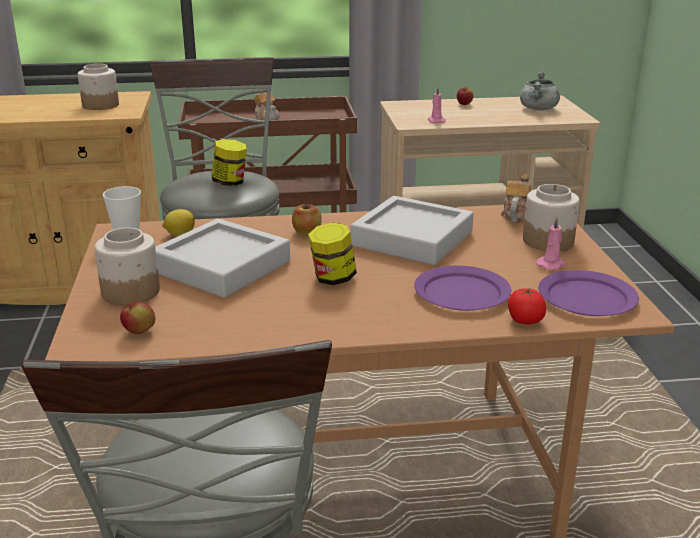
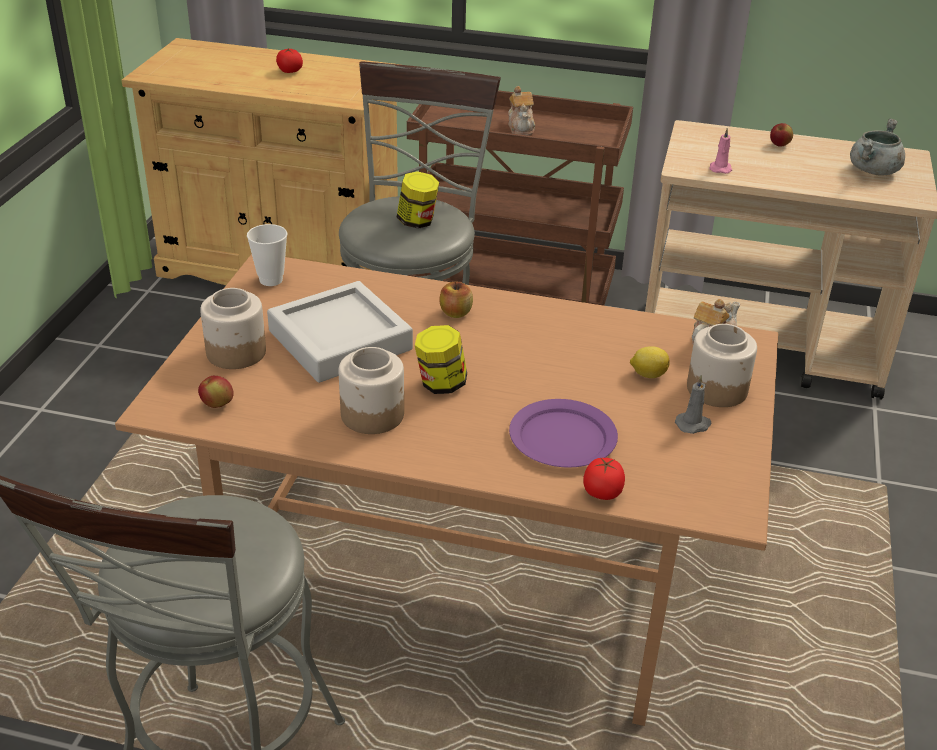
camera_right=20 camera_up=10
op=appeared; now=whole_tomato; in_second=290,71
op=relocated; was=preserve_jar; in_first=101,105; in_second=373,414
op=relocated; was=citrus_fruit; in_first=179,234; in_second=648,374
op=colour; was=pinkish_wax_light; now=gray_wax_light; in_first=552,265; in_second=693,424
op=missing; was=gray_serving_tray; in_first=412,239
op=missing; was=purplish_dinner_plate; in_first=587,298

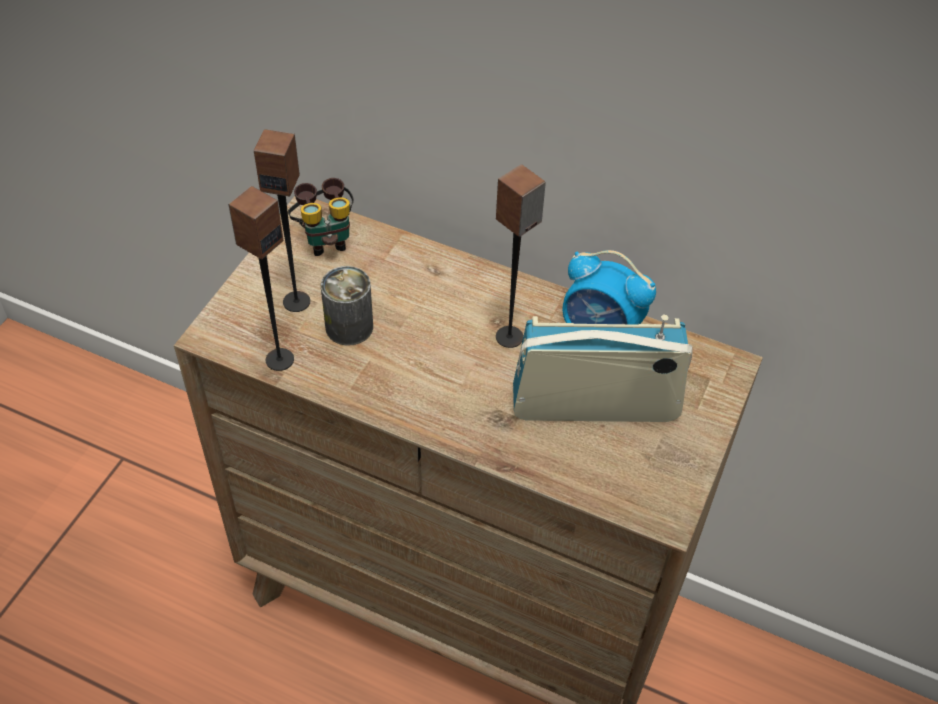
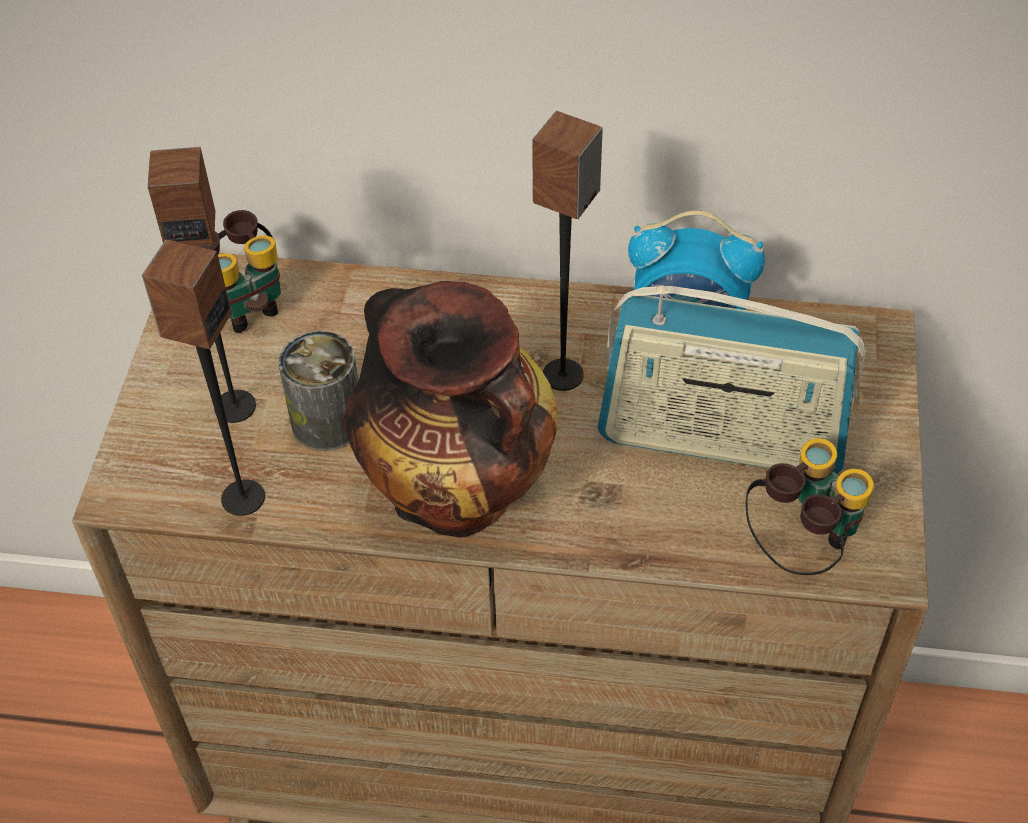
camera_right=-15 camera_up=0
op=appeared; now=vase; in_second=458,499
op=spun; was=radio_set; in_first=595,405; in_second=720,438; clockwise=-150
op=appeared; now=pair_of_binoculars; in_second=799,547

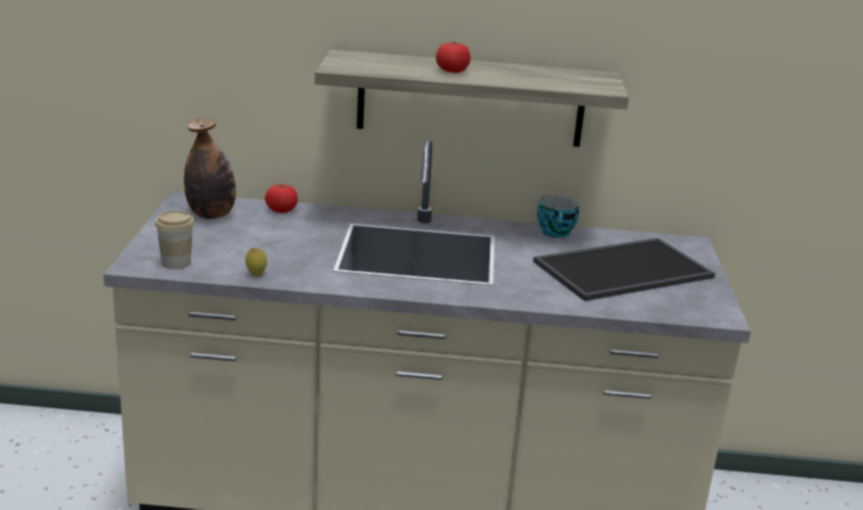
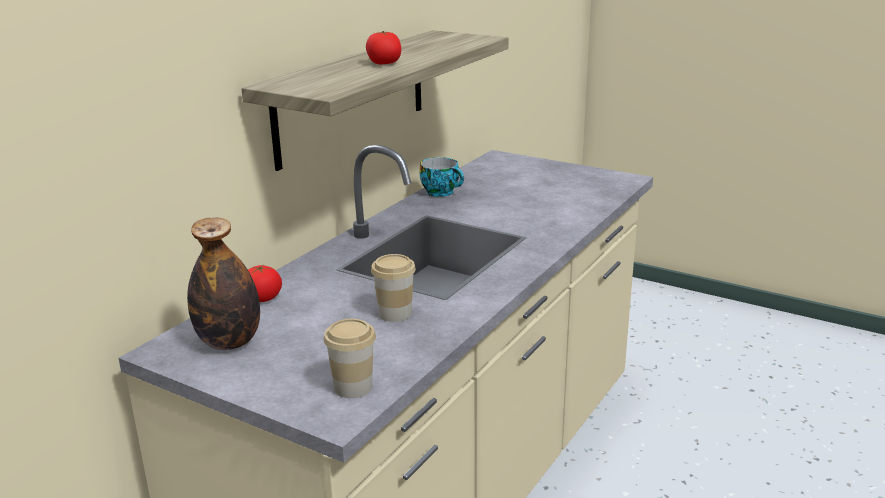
camera_right=-60 camera_up=0
op=appeared; now=cup; in_second=395,314
op=missing; was=citrus_fruit; in_first=256,274
op=missing; was=serving_tray; in_first=623,268

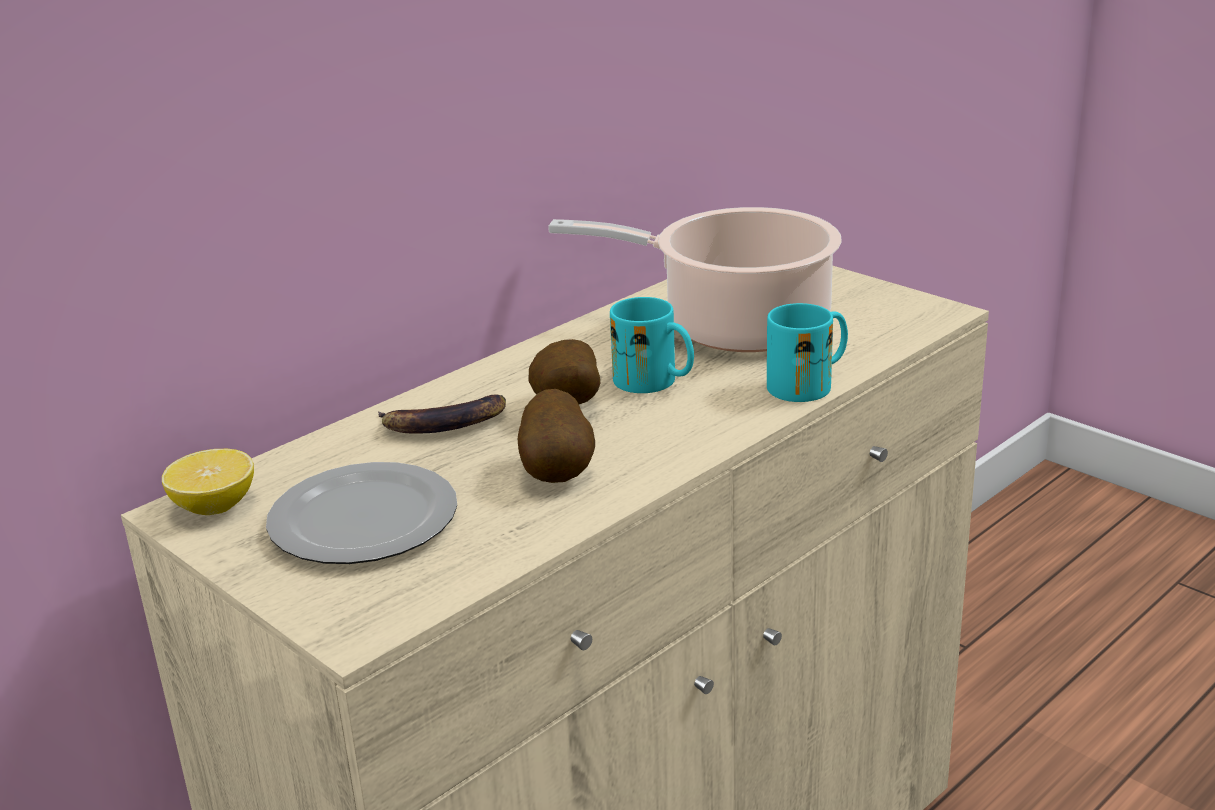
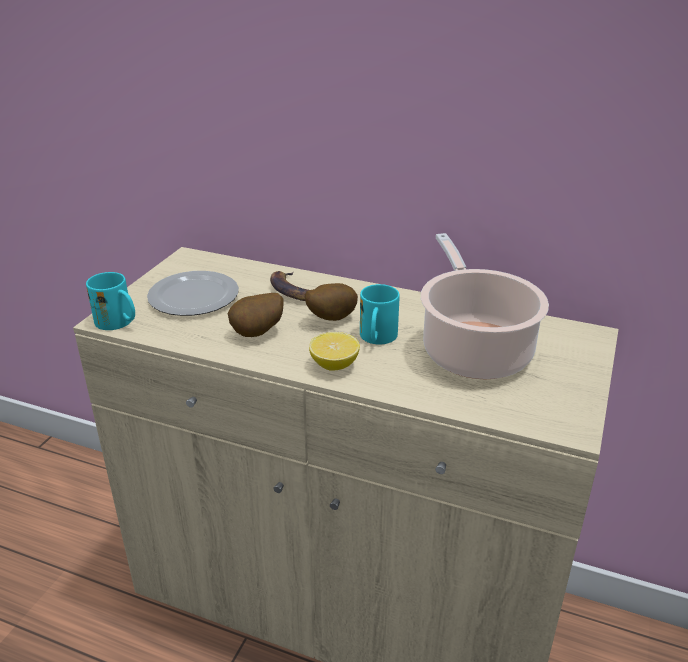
camera_right=65 camera_up=5
op=relocated; was=turquoise-coloured_coffee_mug; in_first=809,383; in_second=119,323
op=relocated; was=citrus_fruit; in_first=215,507; in_second=334,365

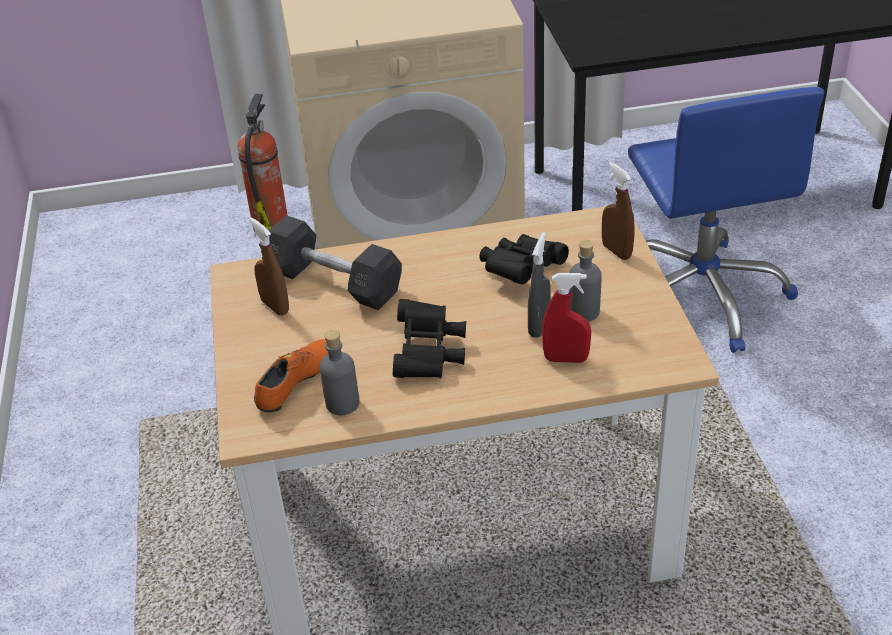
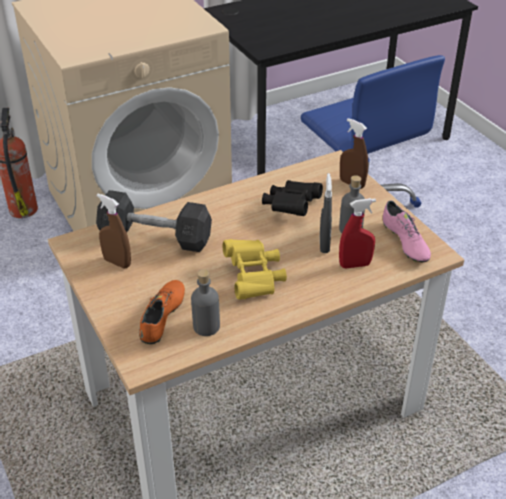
camera_right=-20 camera_up=0
op=colour; was=black-coloured_pair_of_binoculars; now=yellow-coloured_pair_of_binoculars; in_first=429,354; in_second=254,278
op=appeared; now=pinkish_low_shoe; in_second=405,243

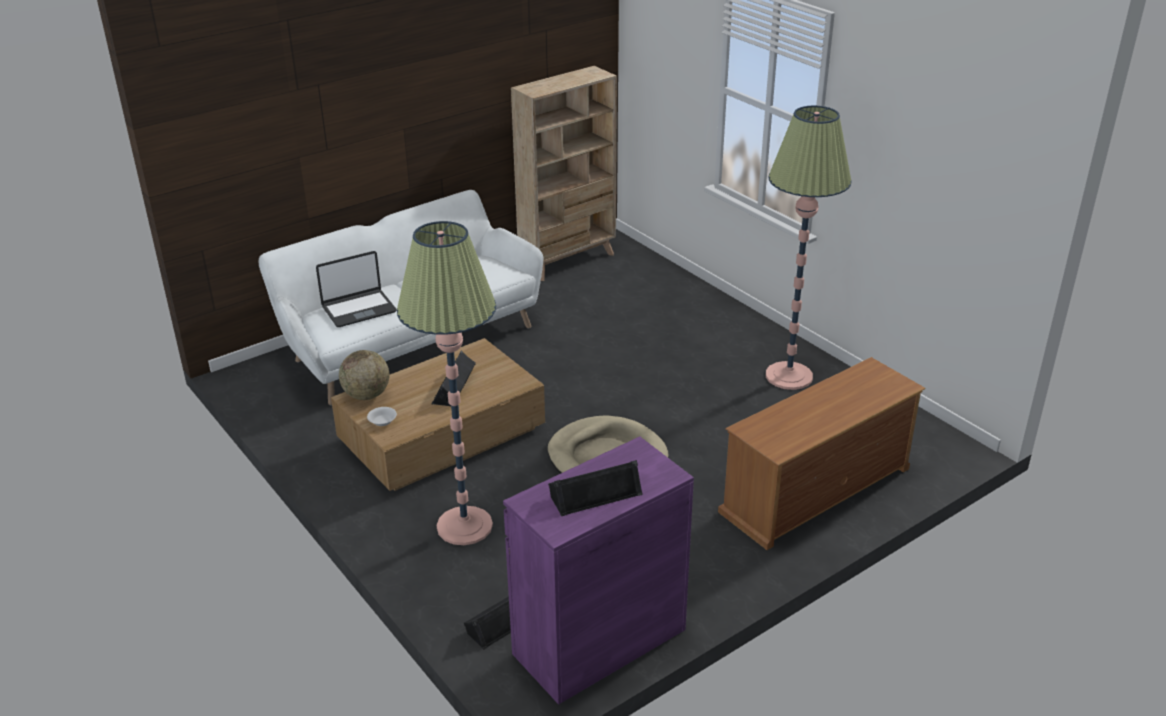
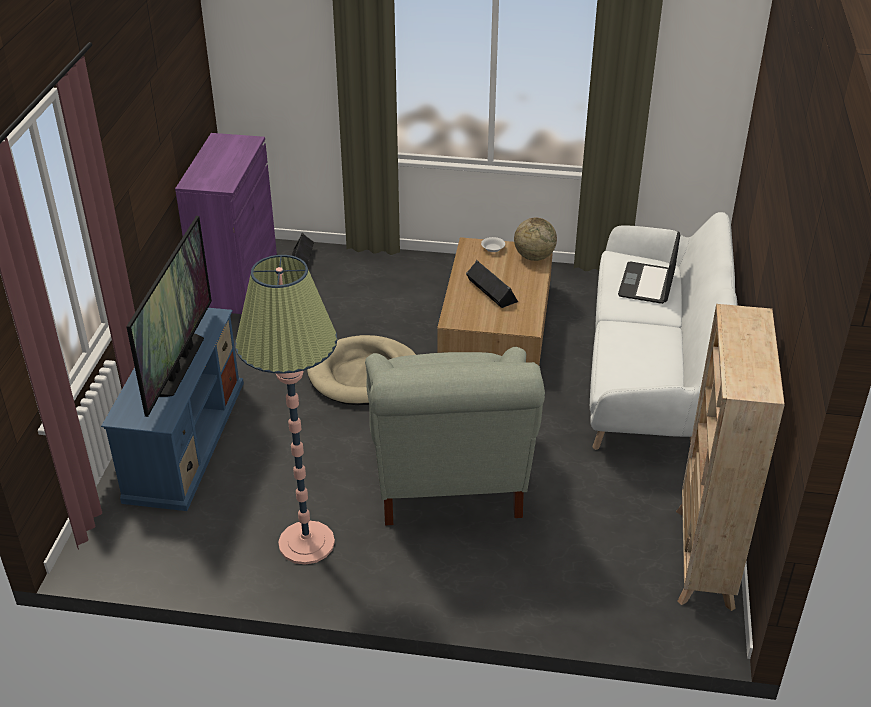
camera_right=135 camera_up=5
op=colour; was=brown_media_console; now=blue-coloured_media_console; in_first=815,491; in_second=185,438
op=appeared; now=television; in_second=179,365
op=appeared; now=gray_armchair; in_second=448,478
op=missing; was=standing_lamp; in_first=464,526
op=missing; was=black-coloured_loudspeaker; in_first=595,493

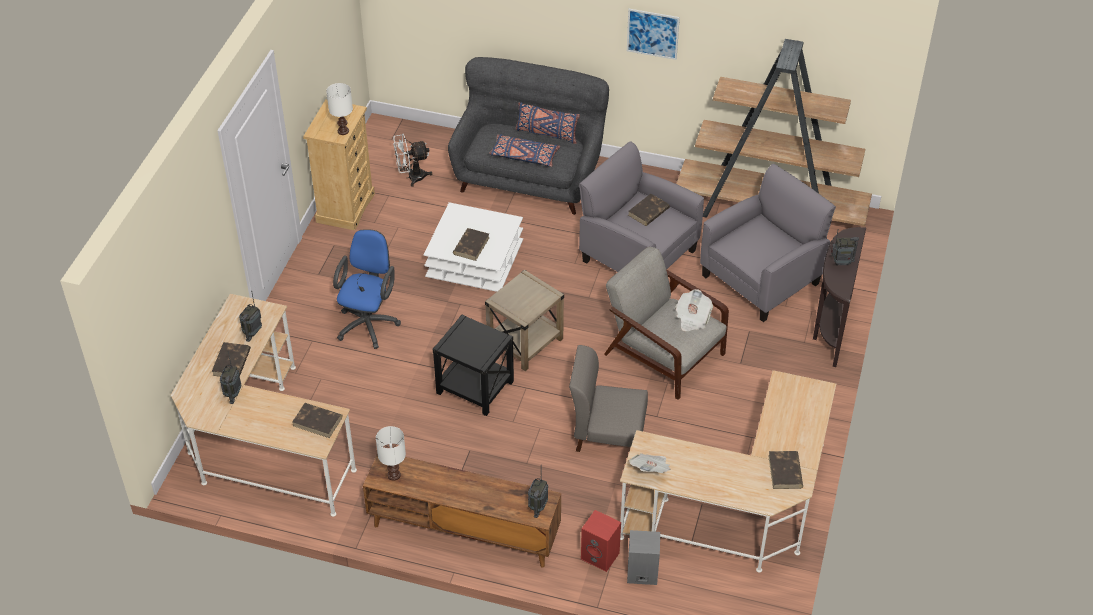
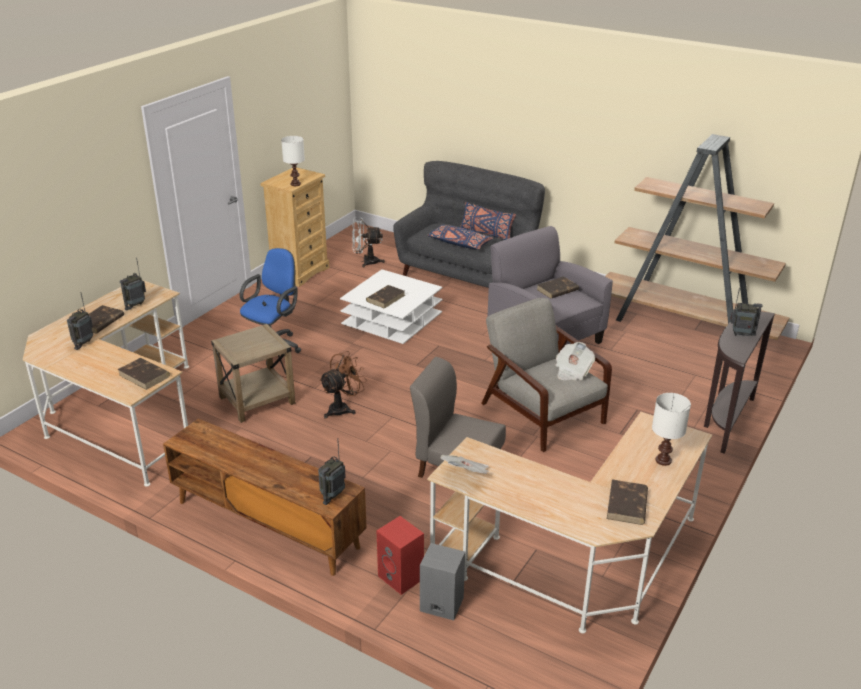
camera_right=15 camera_up=-15
op=relocated; was=sand-coloured_side_table; in_first=525,342; in_second=257,400
op=exchanged; was=black-coloured_side_table; now=brown_fan; in_first=474,387; in_second=343,408
op=relocated; was=white_lamp_for_a_table; in_first=394,475; in_second=664,461
op=missing; was=wall_picture; in_first=652,34
op=missing; was=gray_armchair; in_first=761,279

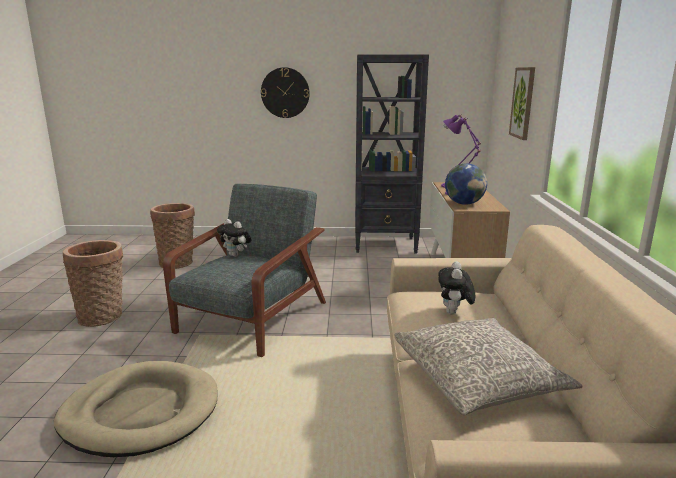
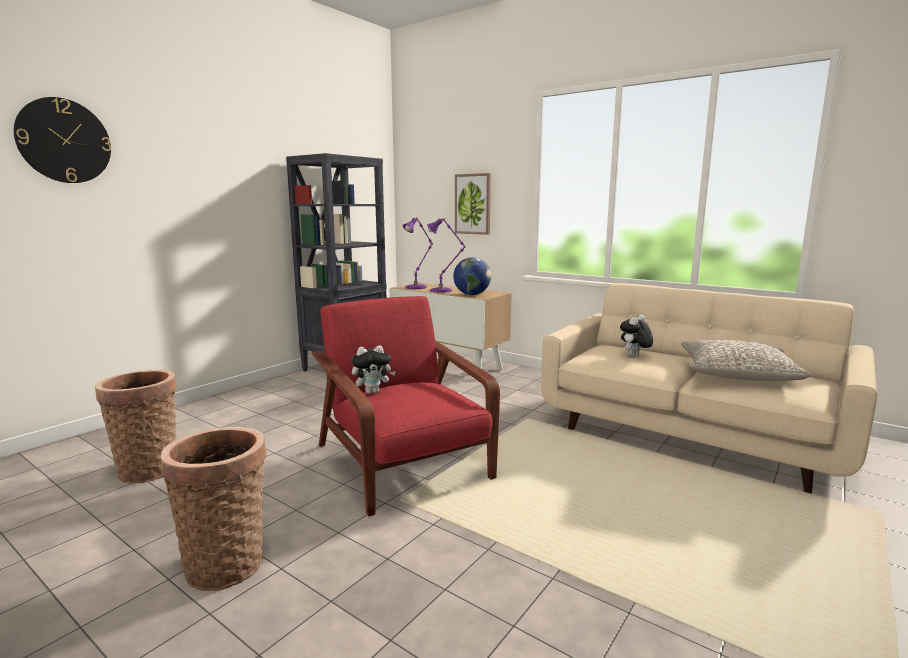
camera_right=-55 camera_up=-5
op=relocated; was=hanging_clock; in_first=285,93; in_second=64,141
op=colour; was=gray_armchair; now=red-coloured_armchair; in_first=251,318; in_second=403,463
op=spun; was=soft_toy; in_first=454,313; in_second=634,356; clockwise=90
op=missing; was=sand-coloured_pet_bed; in_first=141,412

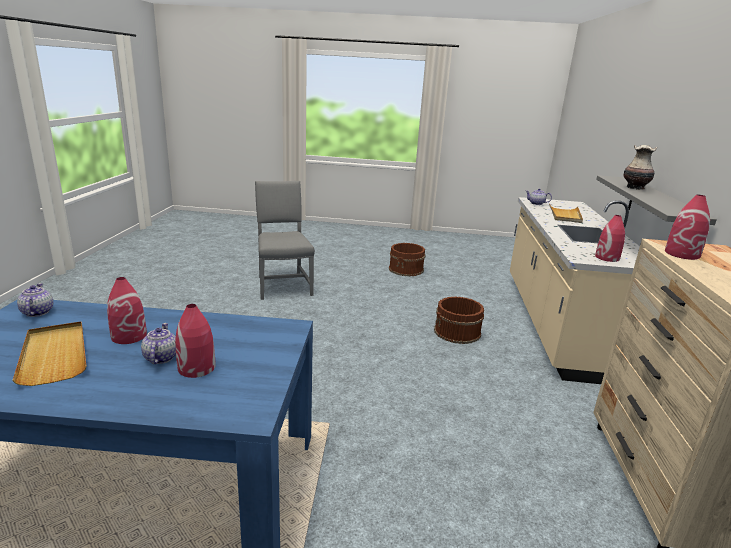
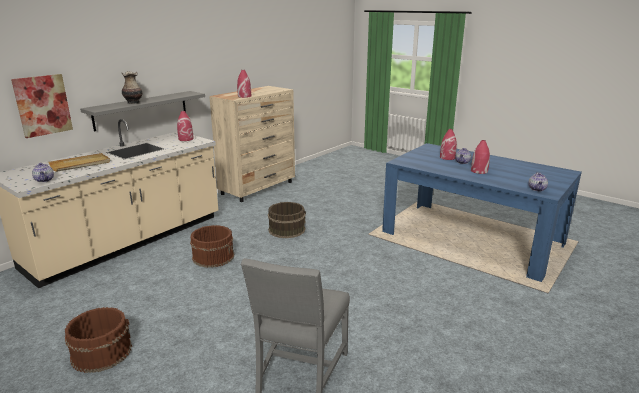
camera_right=-145 camera_up=0
op=appeared; now=wall_picture; in_second=43,105
op=appeared; now=brown_bucket; in_second=287,229
op=missing; was=sand-coloured_serving_tray; in_first=54,355

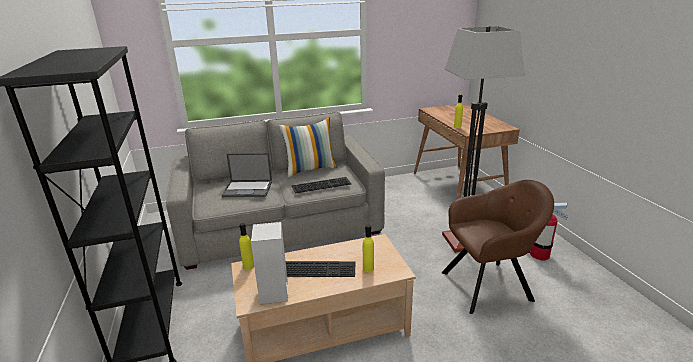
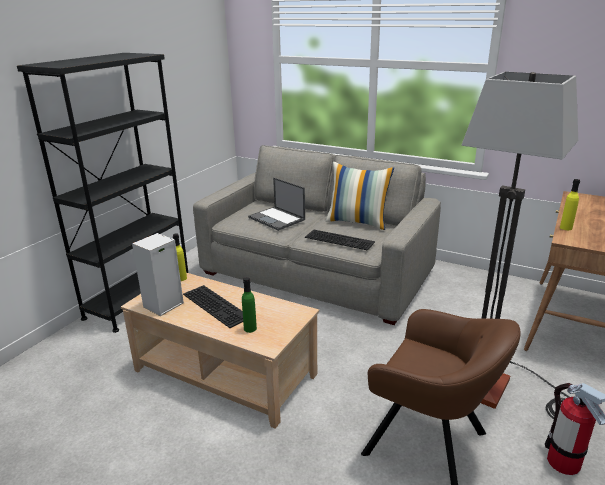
camera_right=45 camera_up=0
op=colour; was=yellow-coloured_bottle; now=greenish_bottle; in_first=368,269; in_second=250,328

